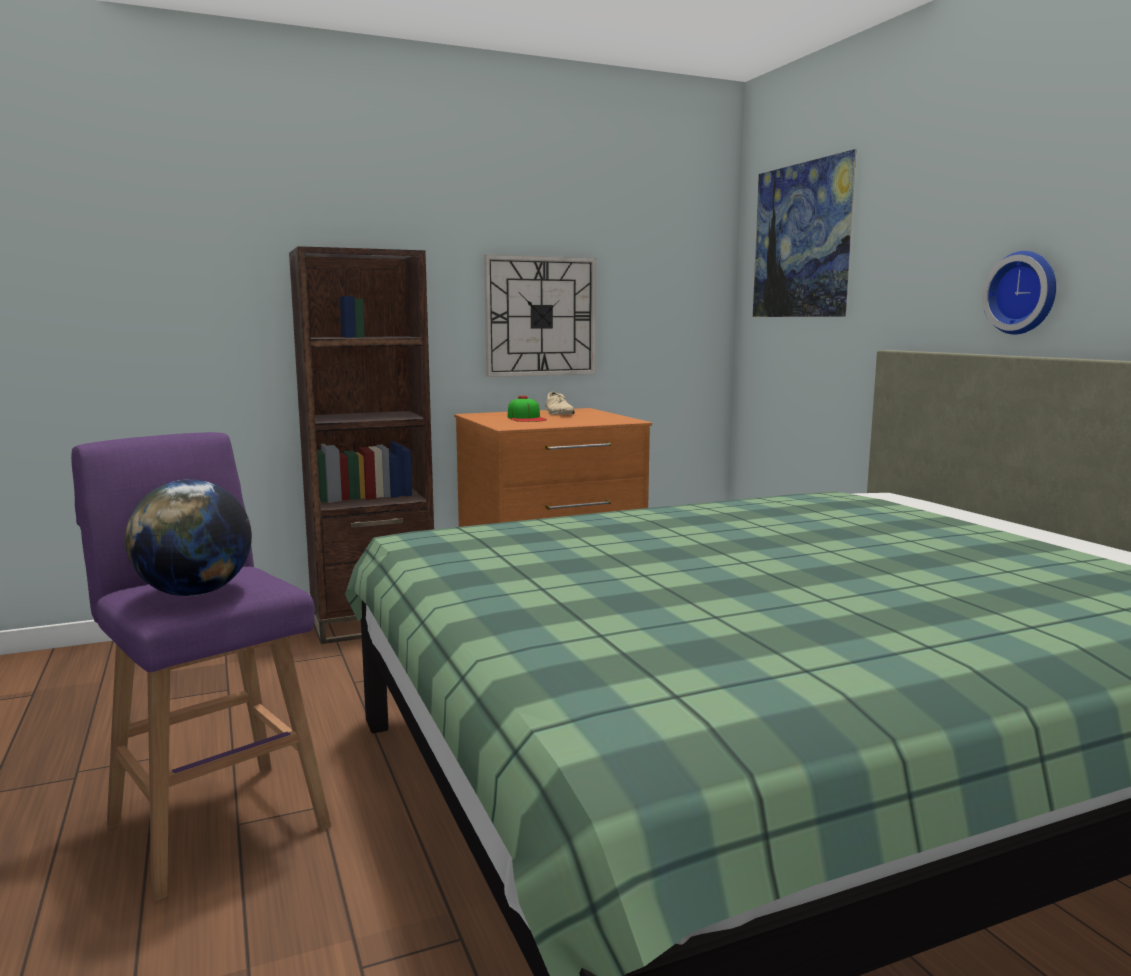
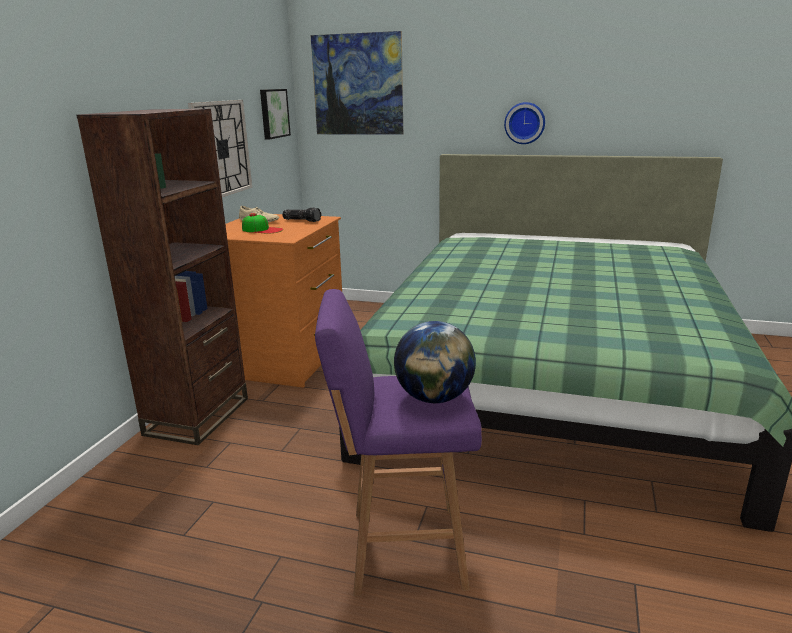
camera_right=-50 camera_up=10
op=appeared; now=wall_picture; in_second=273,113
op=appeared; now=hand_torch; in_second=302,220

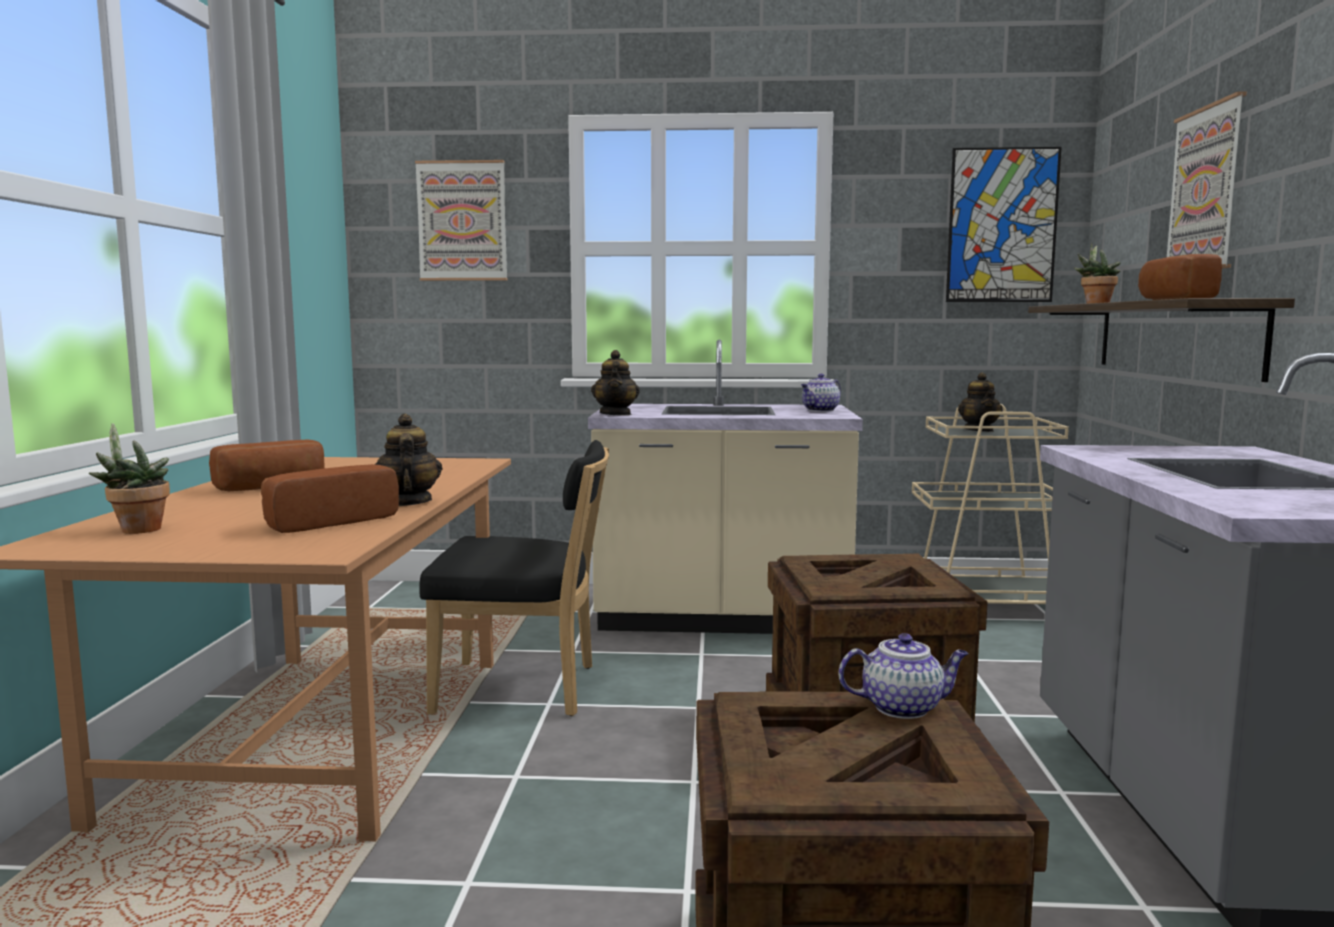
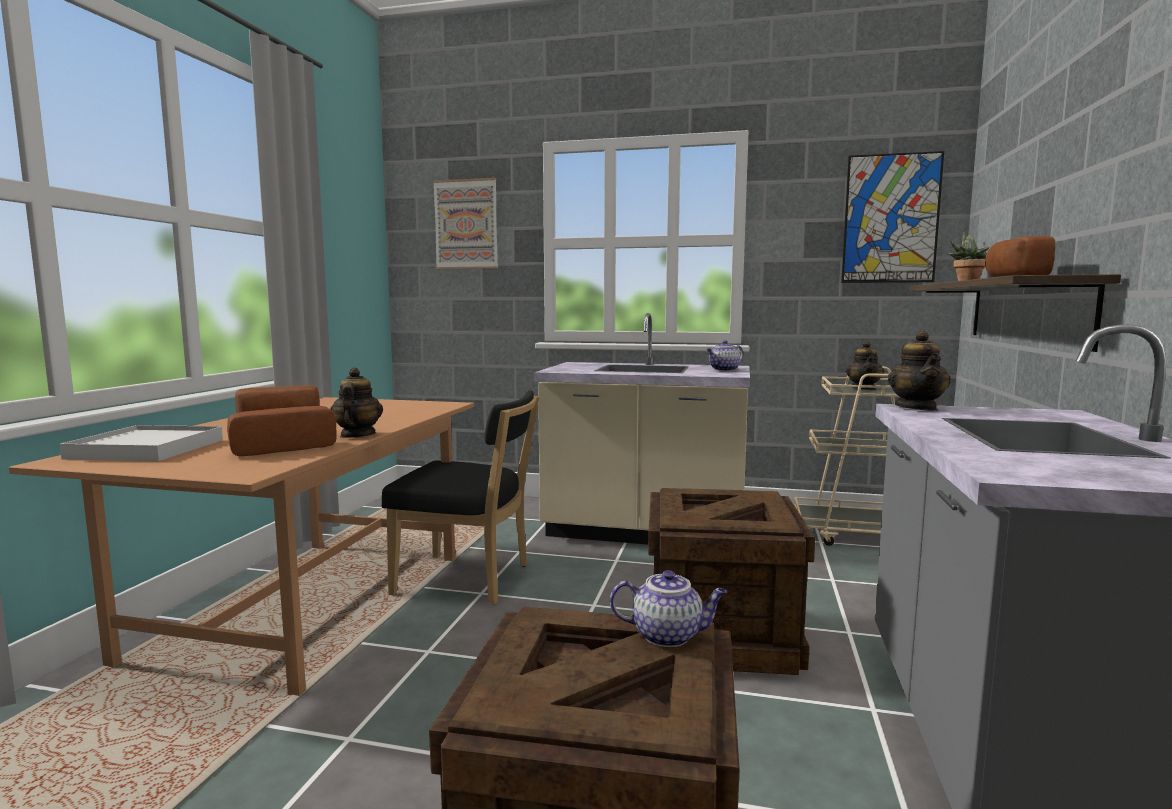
camera_right=10 camera_up=0
op=exchanged; was=plant_in_a_pot; now=white_serving_tray; in_first=136,529; in_second=147,449
op=relocated; was=pot_for_tea; in_first=616,414; in_second=916,408
op=missing; was=wall_picture; in_first=1205,189

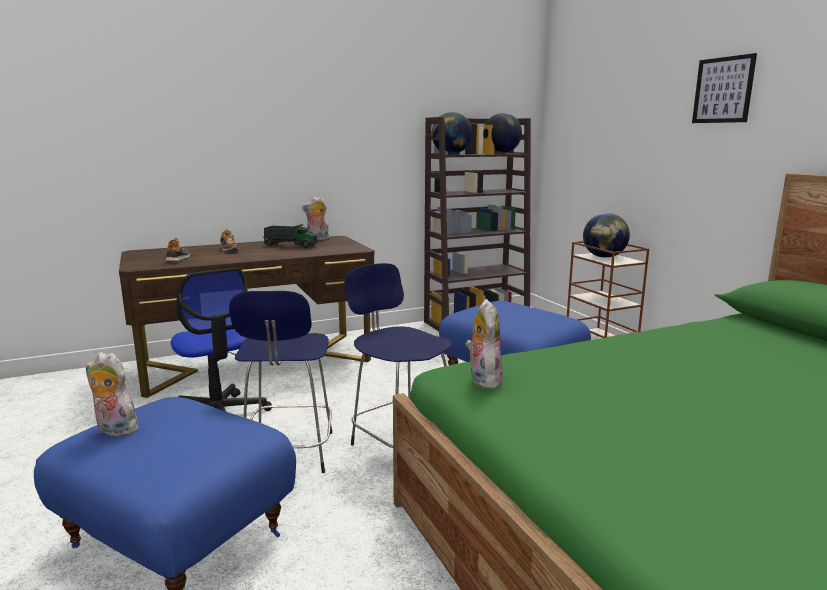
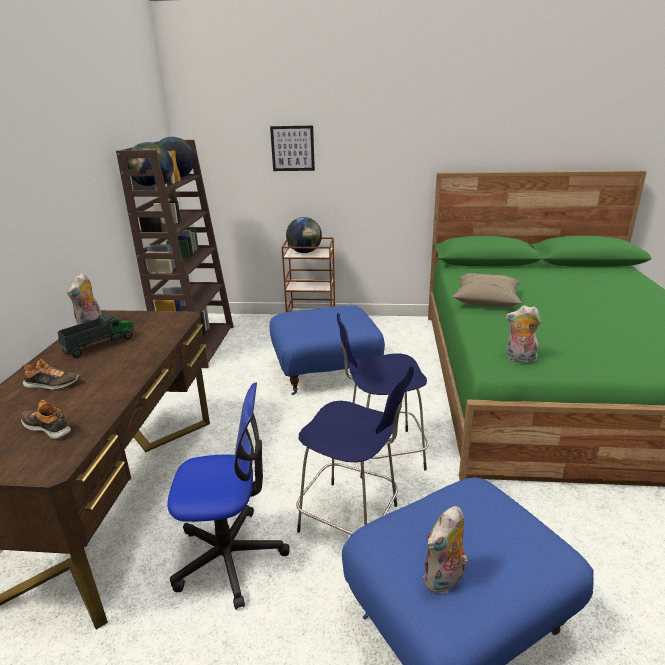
camera_right=-60 camera_up=10
op=relocated; was=wall_picture; in_first=723,90; in_second=292,148
op=appeared; now=sand-coloured_cushion; in_second=486,300

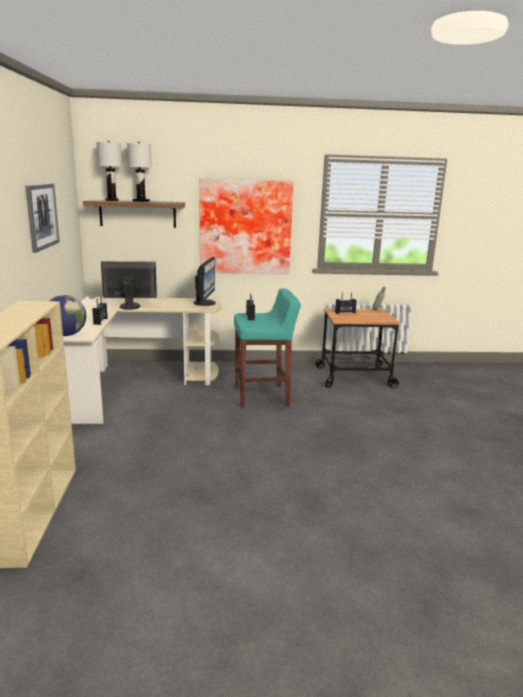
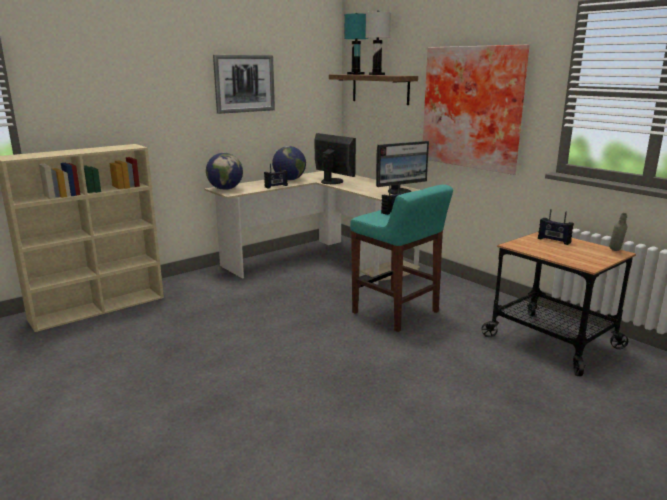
camera_right=55 camera_up=0
op=appeared; now=globe; in_second=289,180
op=colour; was=white_lamp_for_a_table; now=turquoise-coloured_lamp_for_a_table; in_first=111,200; in_second=355,74

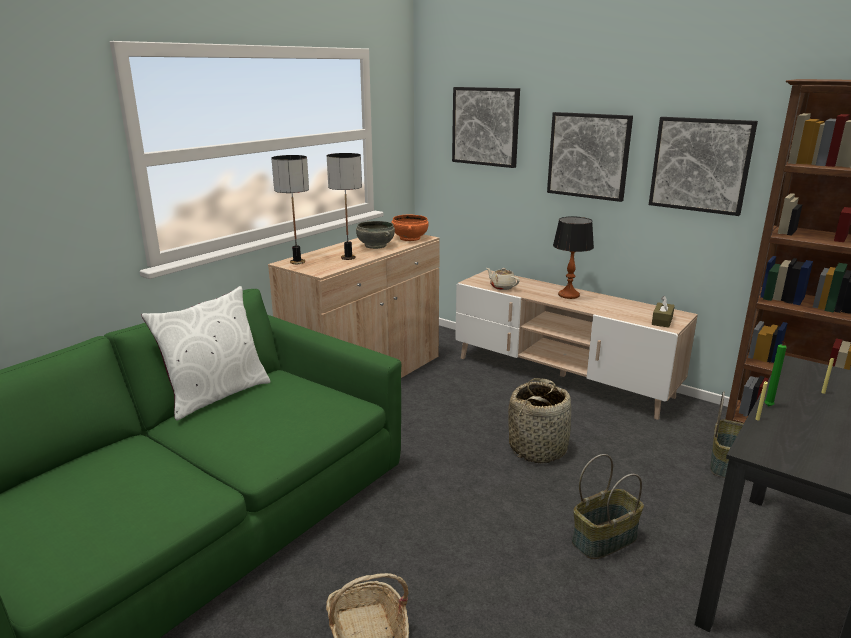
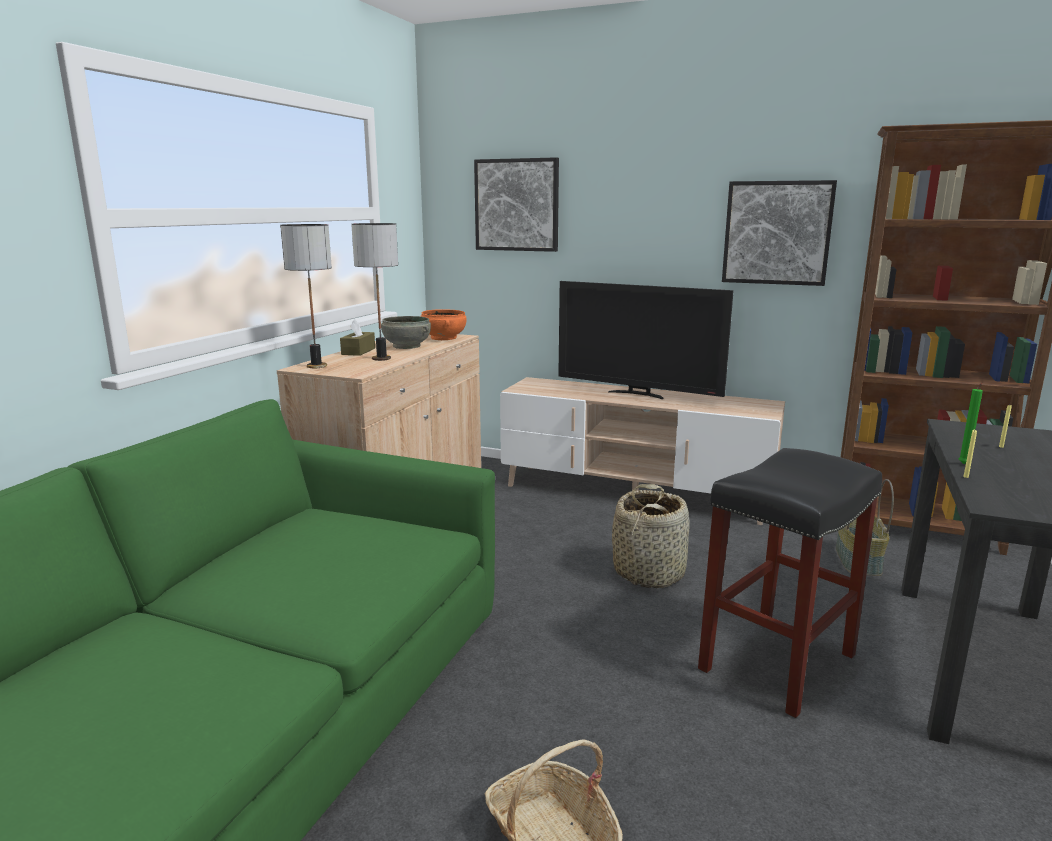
camera_right=-15 camera_up=-5
op=relocated; was=brown_box_of_tissues; in_first=662,321; in_second=358,351
op=exchanged; was=lamp_for_a_table; now=television; in_first=569,295; in_second=637,394
op=exchanged; was=storage_basket; now=black-coloured_stool_seat; in_first=604,539; in_second=777,660
op=missing; was=white_cushion; in_first=216,395
op=missing; was=sand-coloured_pot_for_tea; in_first=502,287
op=missing; was=wall_picture; in_first=588,155

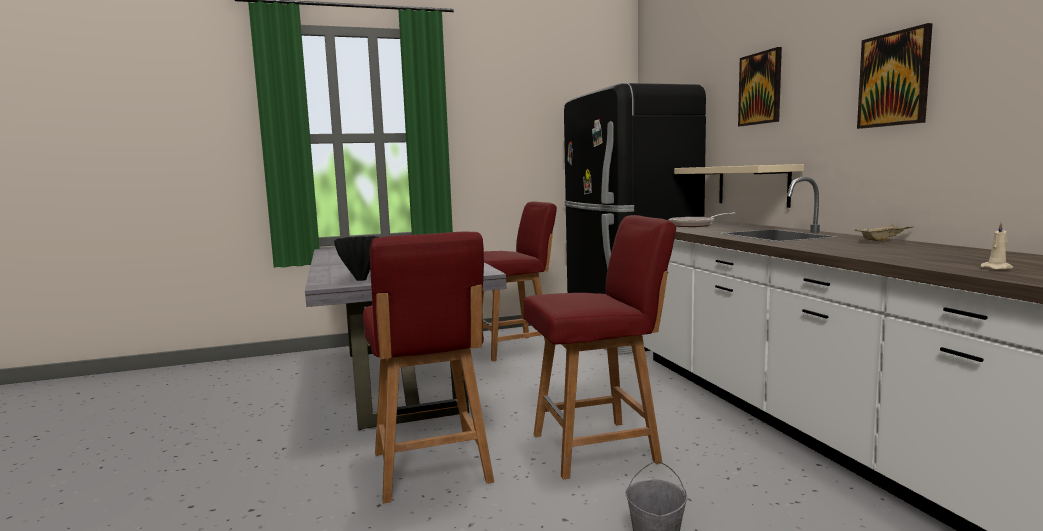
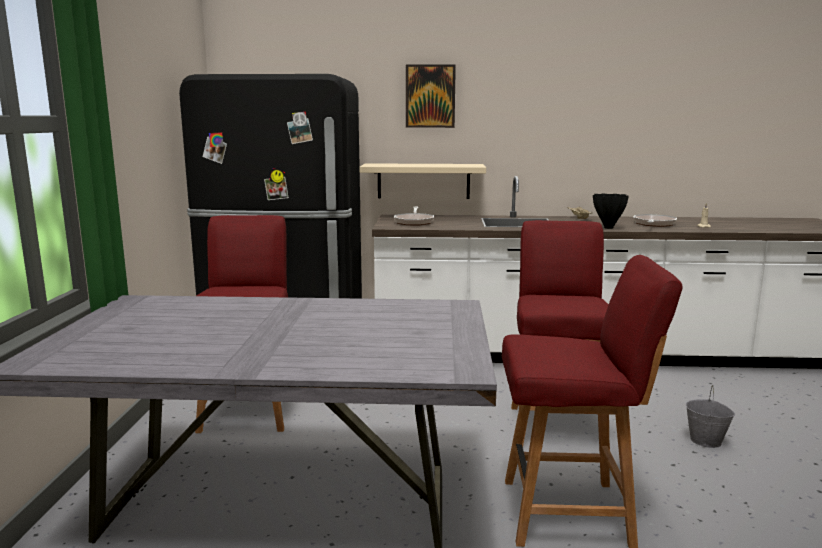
camera_right=-70 camera_up=5
op=relocated; was=black-coloured_vase; in_first=360,279; in_second=608,228
op=appeared; now=skillet; in_second=654,224
op=missing; was=wall_picture; in_first=894,79

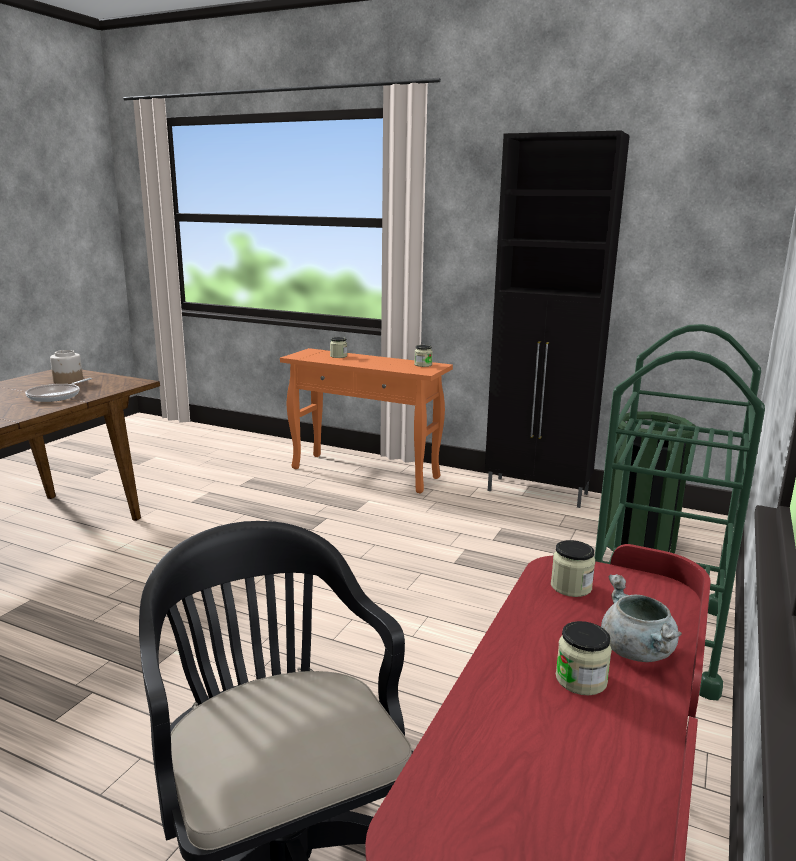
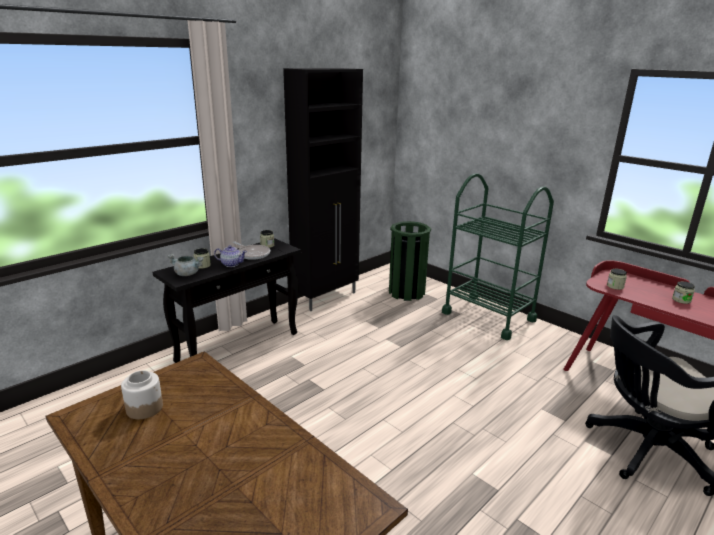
camera_right=-70 camera_up=5
op=colour; was=orange_narrow_table; now=black-coloured_narrow_table; in_first=366,473; in_second=239,346
op=relocated; was=gray_saucepot; in_first=638,652; in_second=188,274
op=appeared; now=pot_for_tea; in_second=231,264
op=relocated; was=skillet; in_first=57,396; in_second=252,254

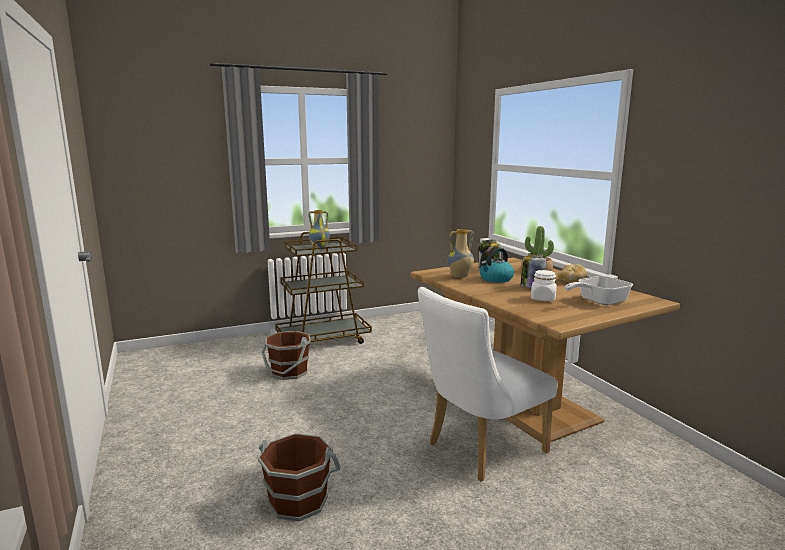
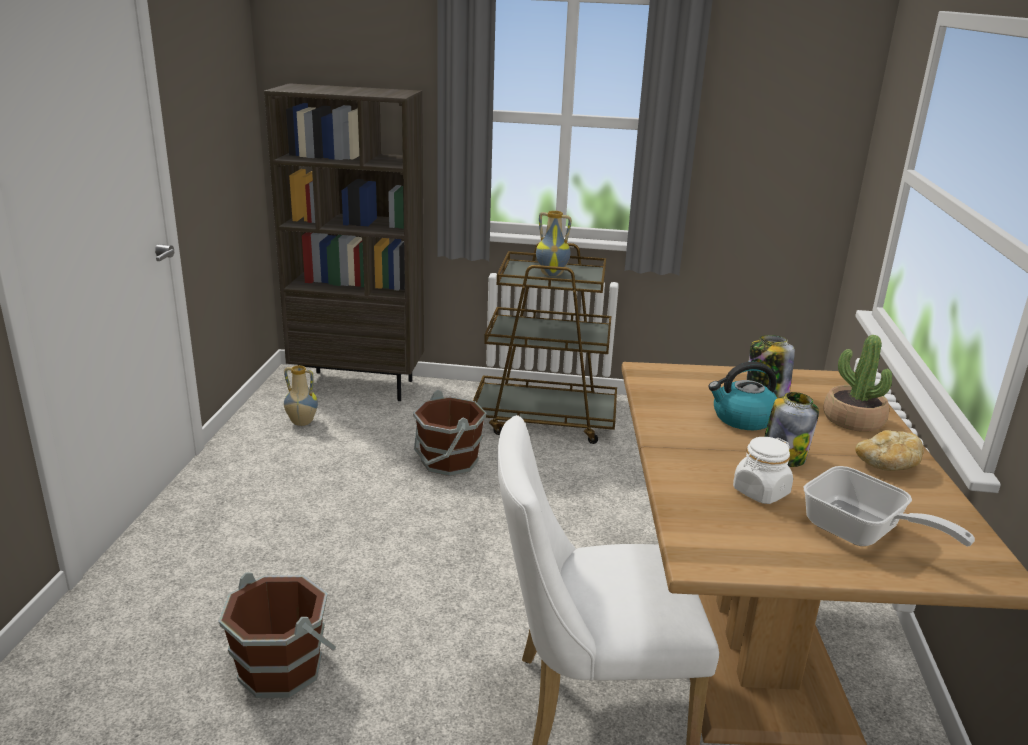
camera_right=30 camera_up=10
op=appeared; now=brown_bookcase; in_second=359,385
op=relocated; was=vase; in_first=460,276; in_second=301,423
op=spun; was=skillet; in_first=598,301; in_second=861,533; clockwise=-135

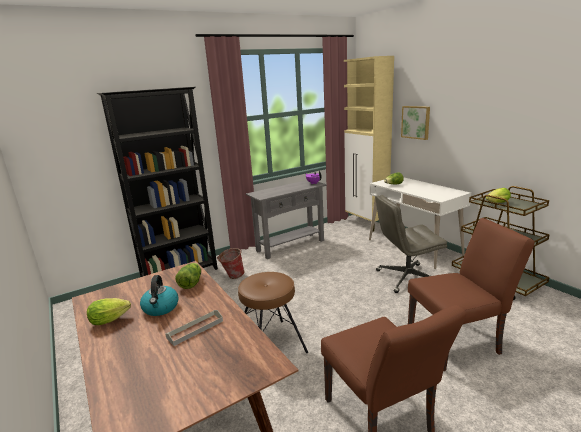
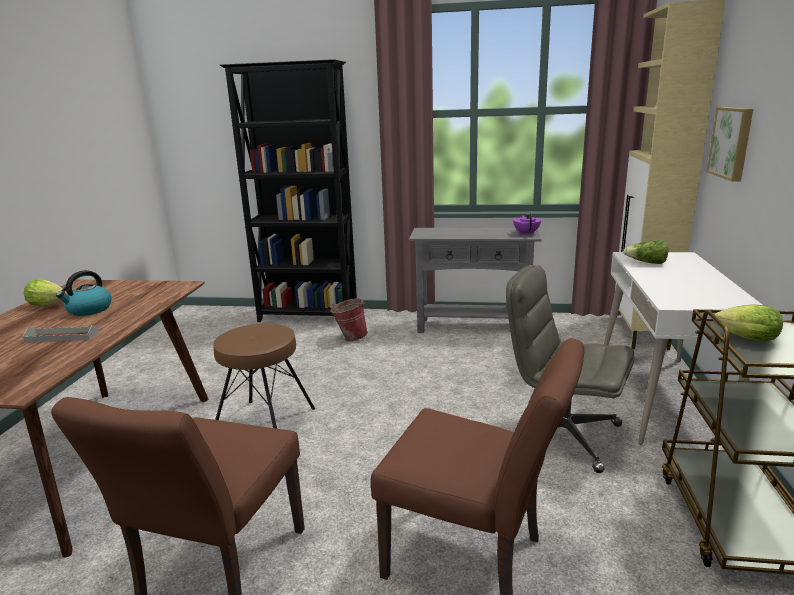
camera_right=40 camera_up=0
op=missing; was=lettuce_head; in_first=191,283

